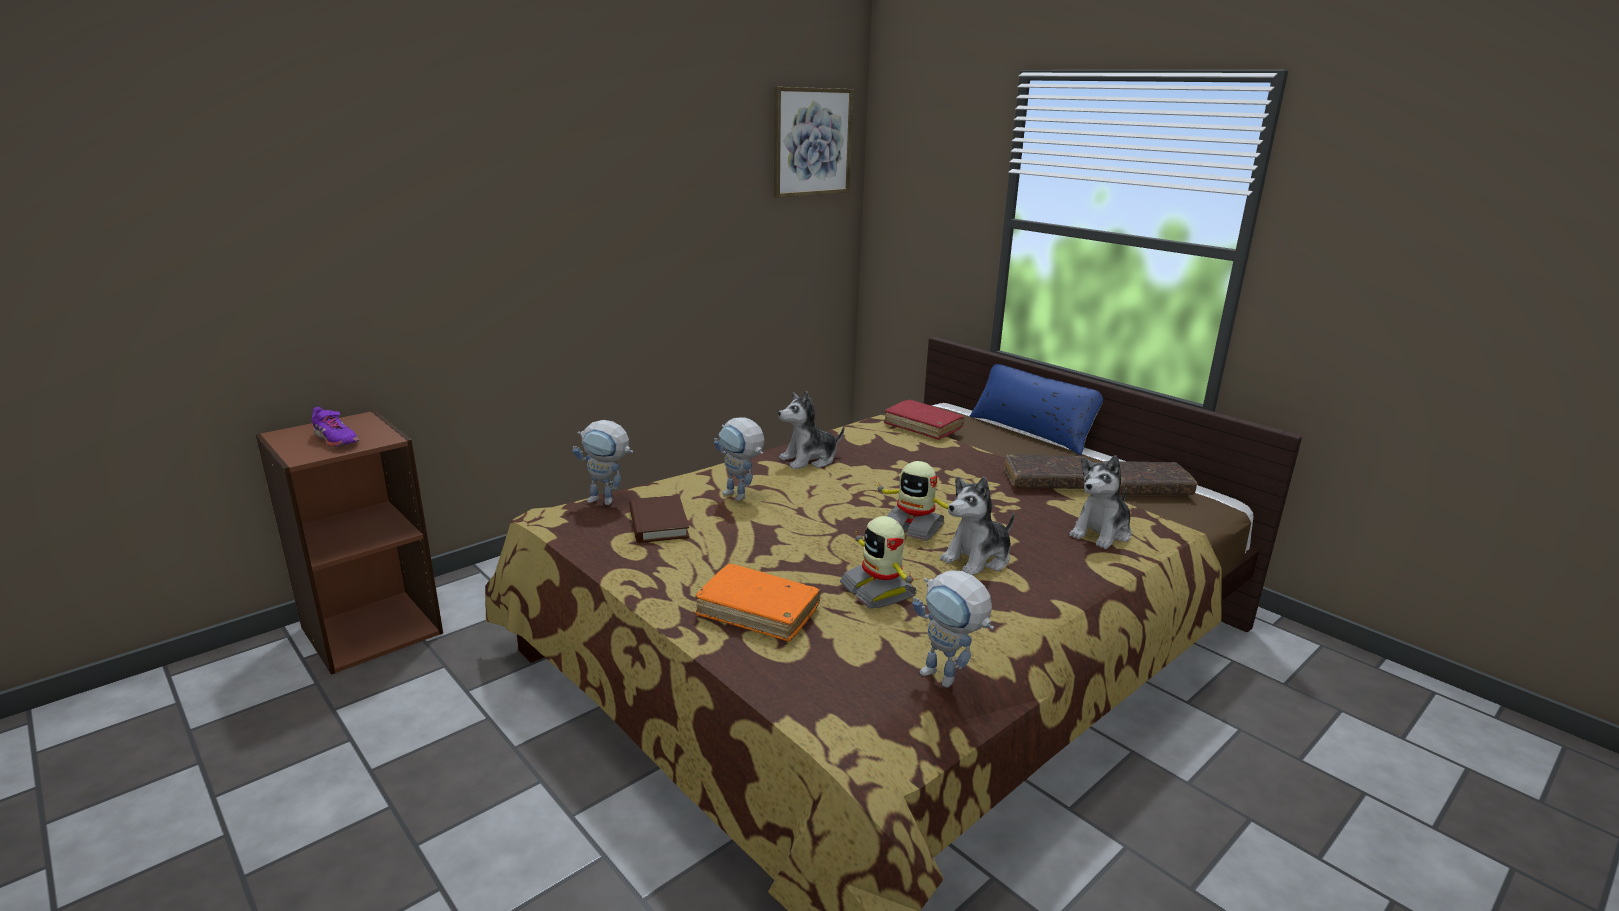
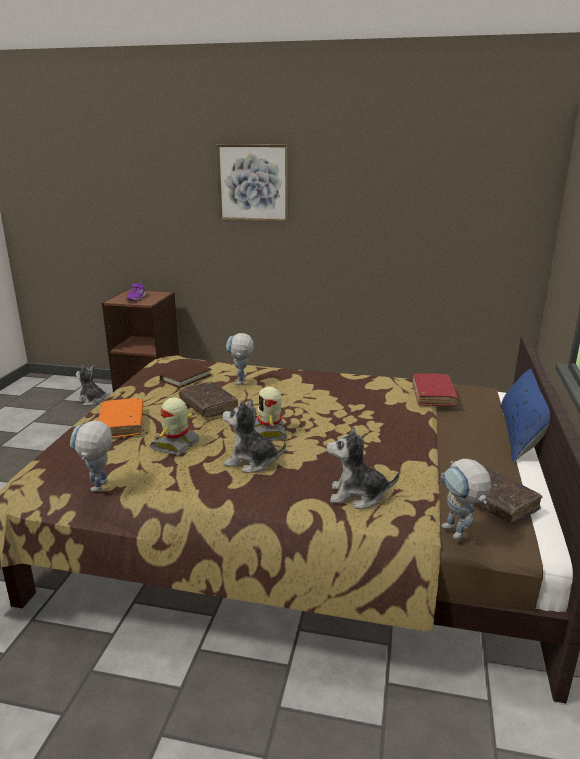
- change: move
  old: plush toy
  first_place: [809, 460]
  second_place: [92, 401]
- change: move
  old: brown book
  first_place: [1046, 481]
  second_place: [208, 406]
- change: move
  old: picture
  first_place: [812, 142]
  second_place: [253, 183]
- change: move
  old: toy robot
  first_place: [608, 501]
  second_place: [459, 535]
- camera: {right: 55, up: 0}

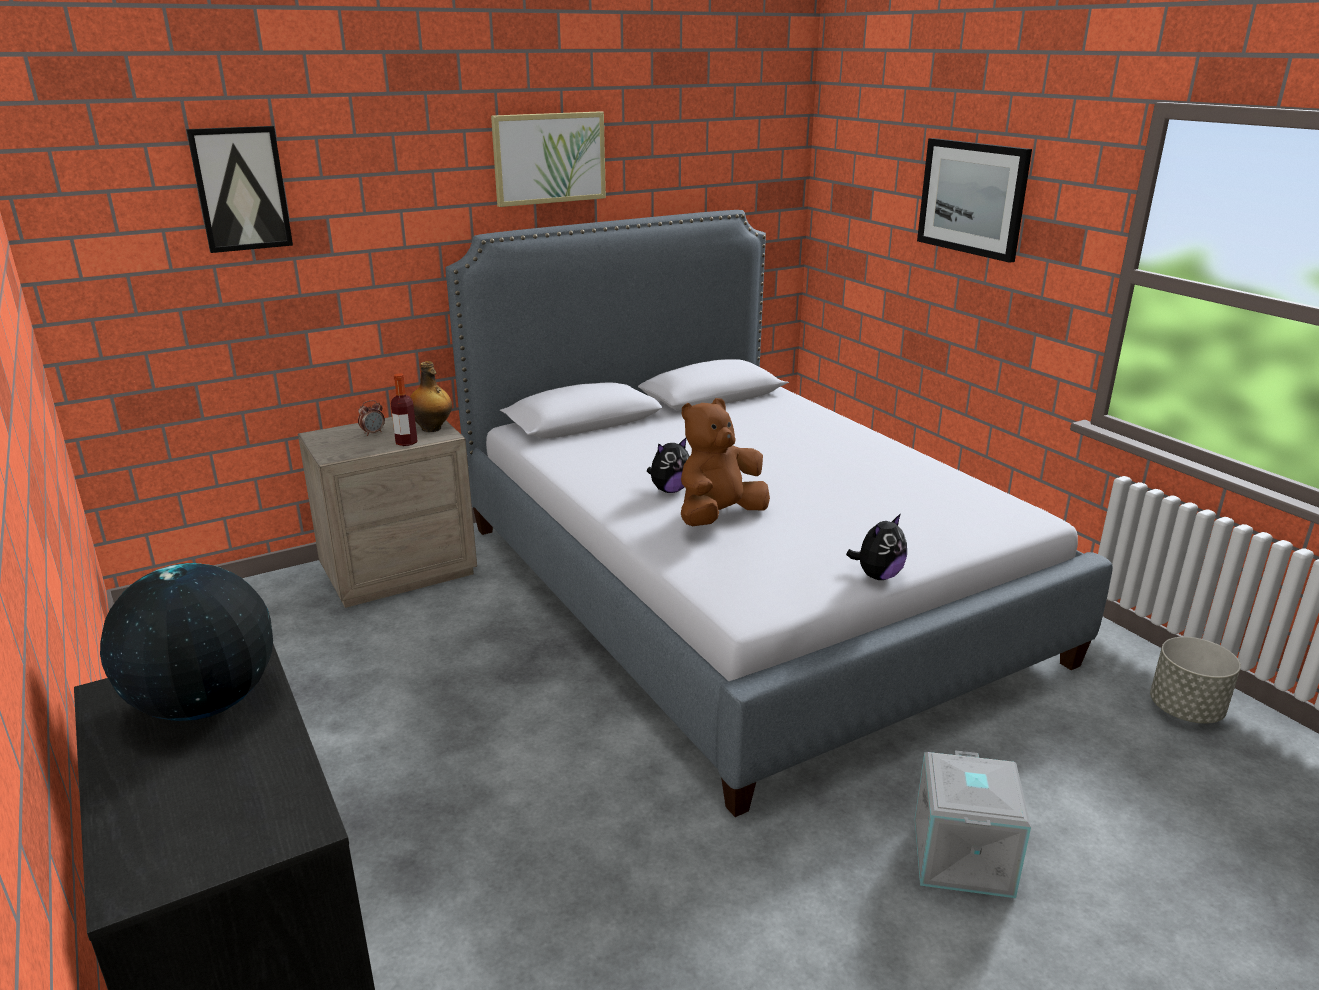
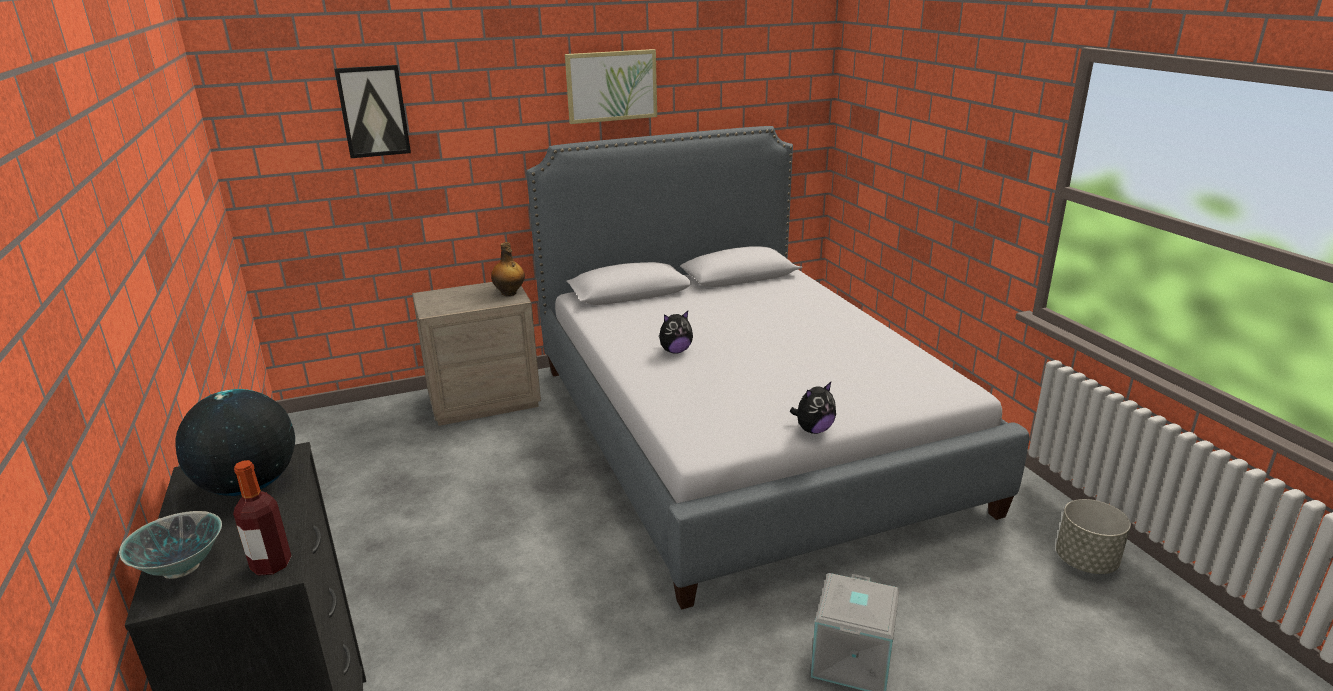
- change: insert
  new: bowl
  second_place: [182, 569]
- change: move
  old: bottle
  first_place: [406, 442]
  second_place: [271, 565]
- change: delete
  old: alarm clock
  first_place: [373, 433]
- change: delete
  old: brown plush toy
  first_place: [719, 517]
- change: delete
  old: picture
  first_place: [972, 198]
- camera: {right: 10, up: 0}

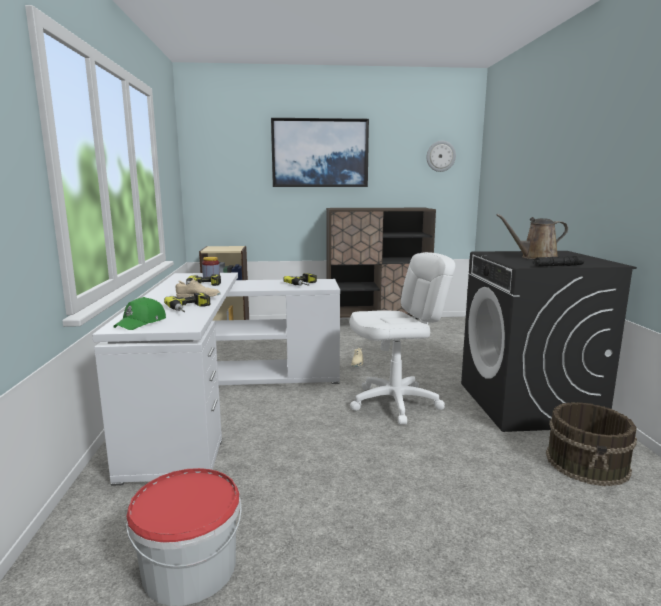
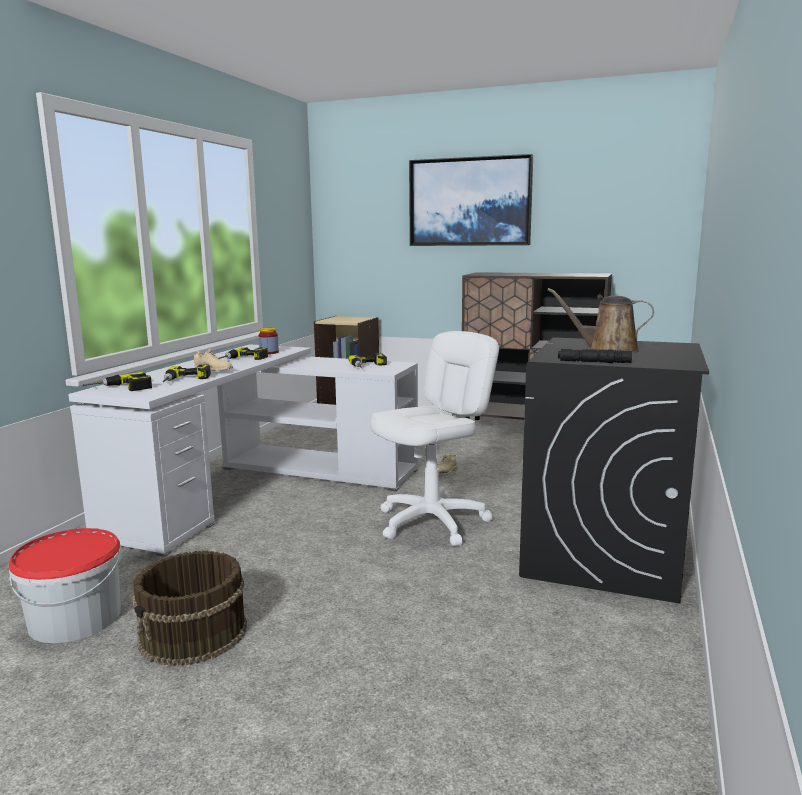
- change: replace
  old: green cap
  new: power drill
  first_place: [141, 323]
  second_place: [121, 388]
- change: move
  old: brown bucket
  first_place: [588, 463]
  second_place: [194, 634]
- change: rotate
  old: white office chair
  first_place: [395, 403]
  second_place: [432, 522]
  degrees: -45
- change: delete
  old: wall clock
  first_place: [440, 156]
- camera: {right: 25, up: 0}

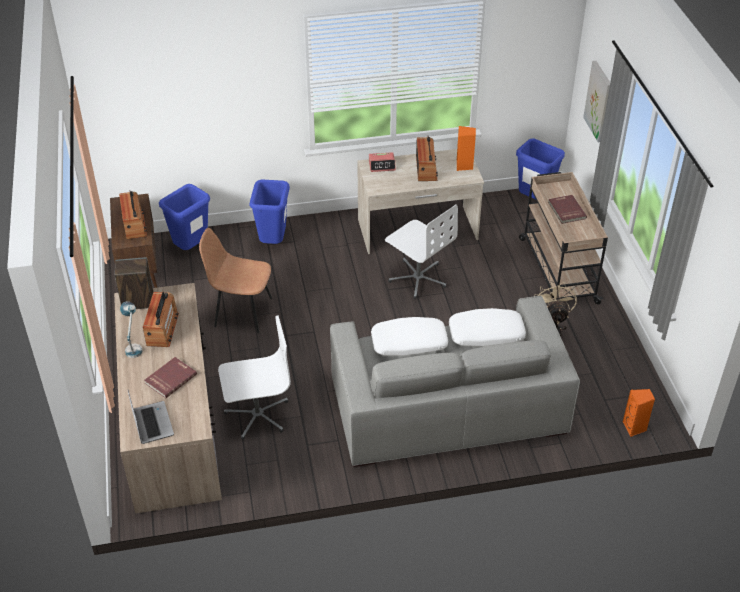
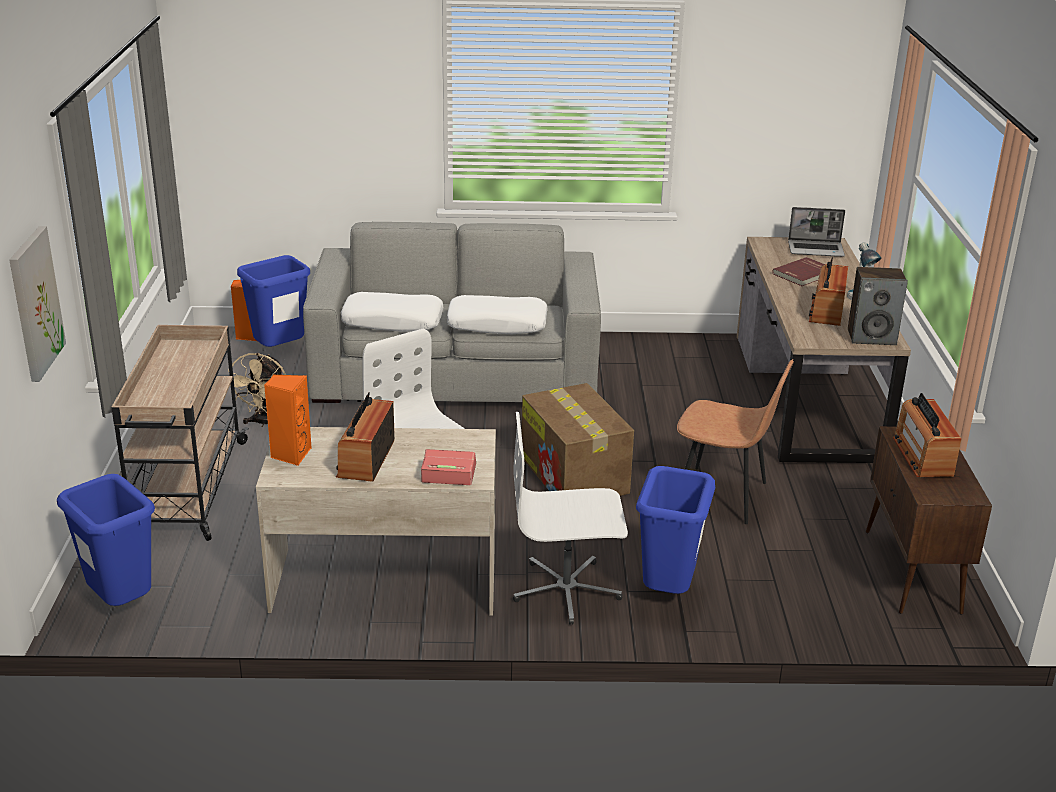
- change: move
  old: blue trash can
  first_place: [191, 248]
  second_place: [279, 352]
- change: move
  old: white office chair
  first_place: [257, 415]
  second_place: [567, 590]
- change: insert
  new: cardboard box
  second_place: [575, 475]
- change: rotate
  old: laptop
  first_place: [151, 423]
  second_place: [816, 249]
  degrees: -75
- change: delete
  old: red book
  first_place: [566, 210]
- camera: {right: -170, up: -15}

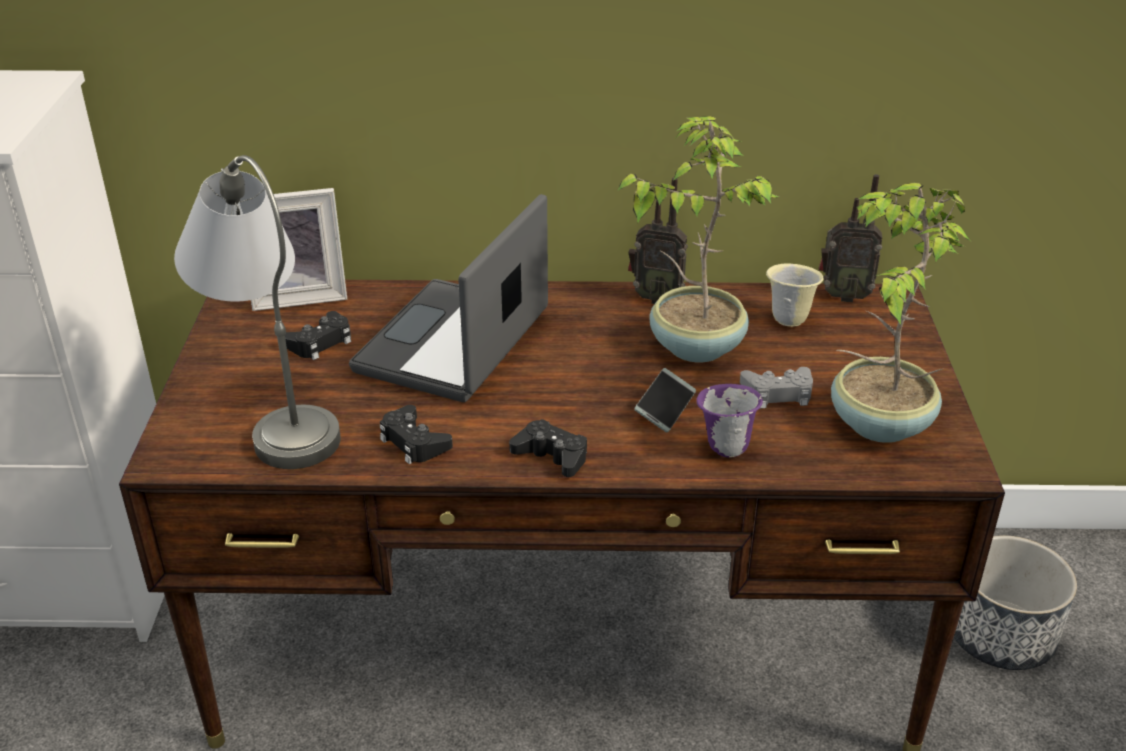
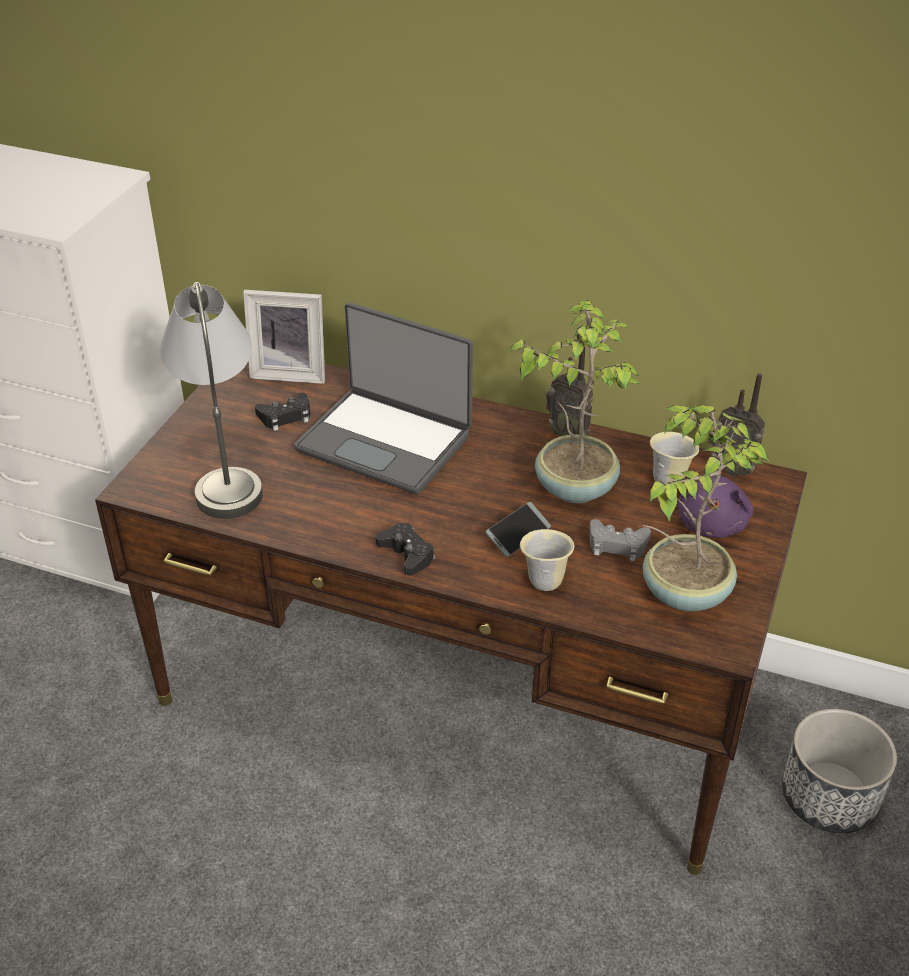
- change: rotate
  old: laptop
  first_place: [455, 344]
  second_place: [386, 441]
  degrees: -105
- change: recolor
  old: purple mug
  new: beige mug
  first_place: [724, 447]
  second_place: [544, 581]
- change: insert
  new: purple plush toy
  second_place: [712, 523]
- change: delete
  old: black game controller
  first_place: [414, 442]
- camera: {right: 20, up: 5}

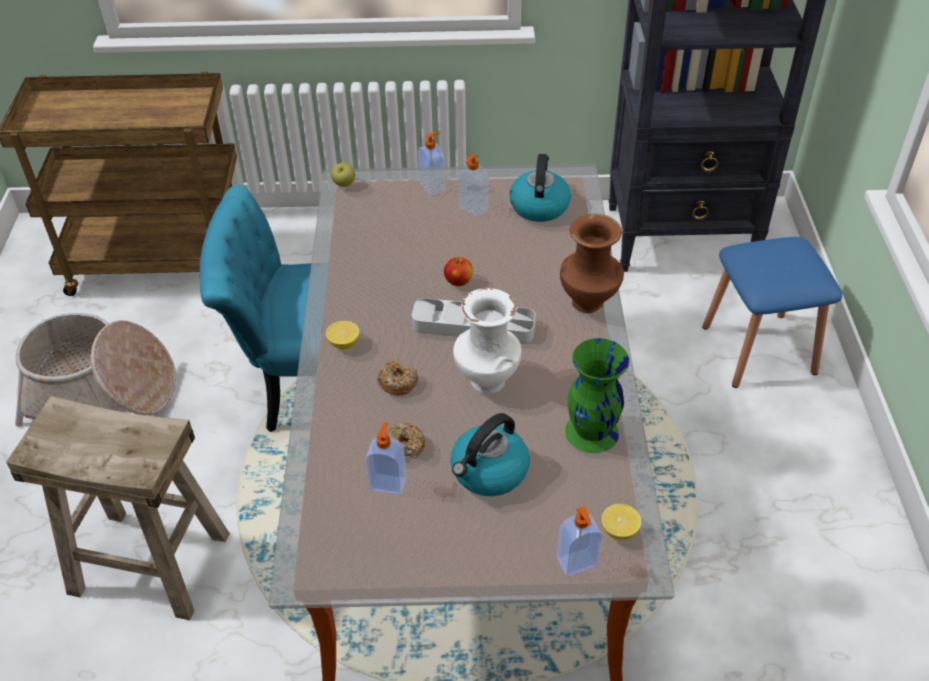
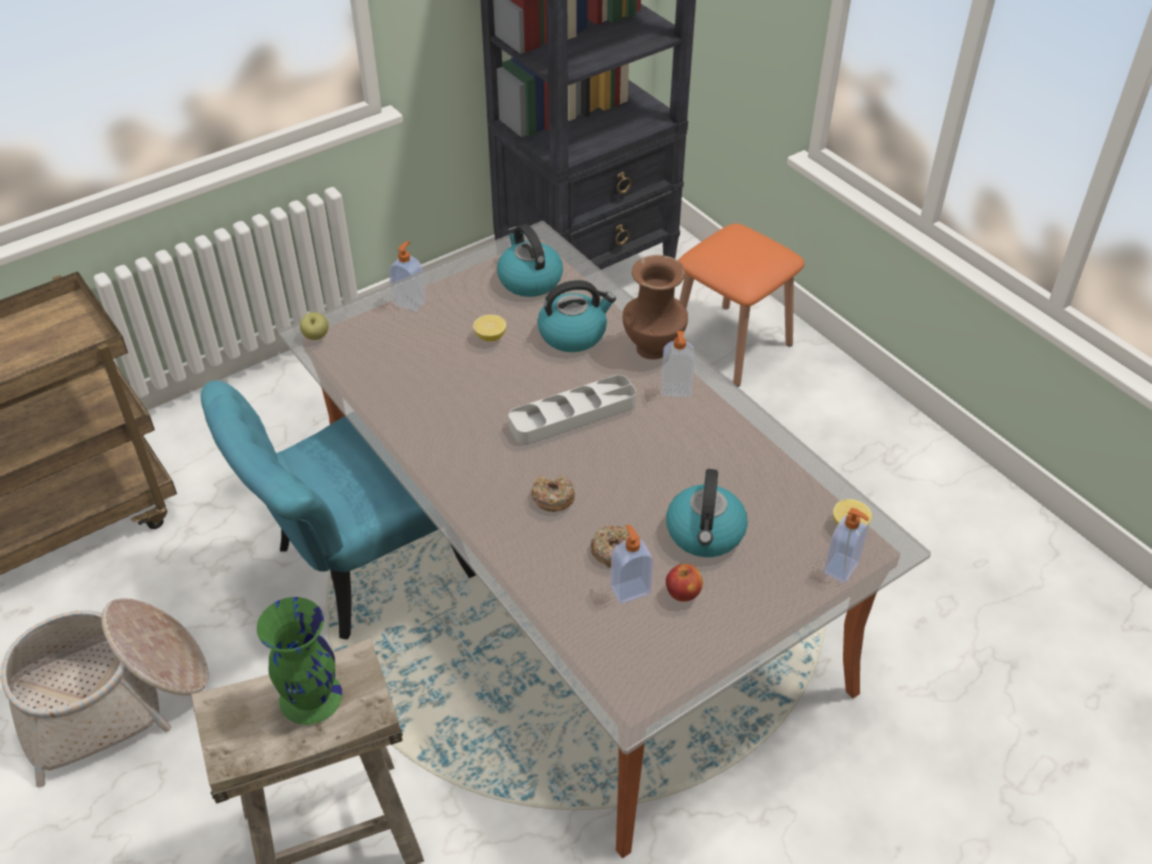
- change: move
  old: green vase
  first_place: [591, 433]
  second_place: [311, 698]
- change: move
  old: lemon
  first_place: [344, 343]
  second_place: [490, 337]
- change: insert
  new: kettle
  second_place: [573, 334]
- change: move
  old: soap dispenser
  first_place: [472, 208]
  second_place: [676, 391]
- change: move
  old: apple
  first_place: [458, 281]
  second_place: [683, 593]
- change: recolor
  old: blue stool
  new: orange stool
  first_place: [758, 349]
  second_place: [731, 344]
- change: delete
  old: white vase
  first_place: [486, 380]
- camera: {right: -35, up: 0}

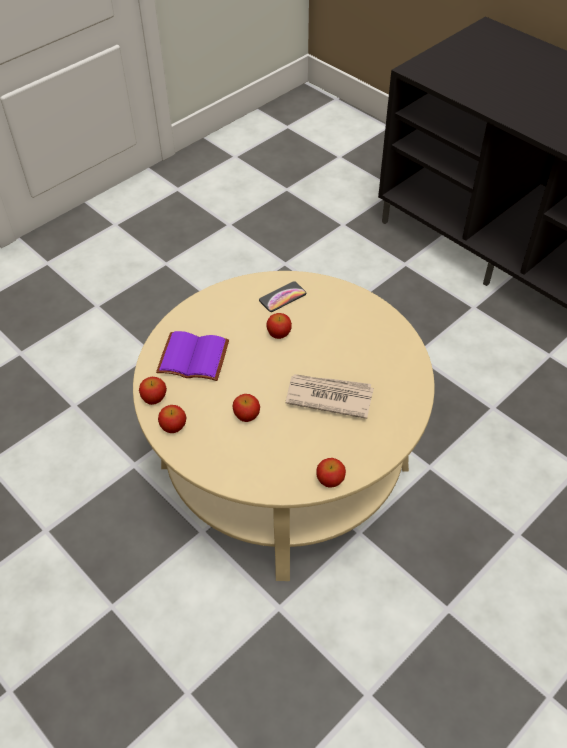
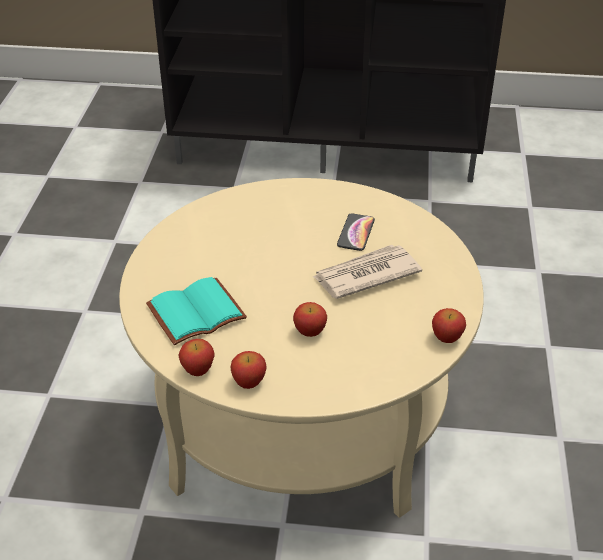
- change: recolor
  old: purple book
  new: turquoise book
  first_place: [195, 356]
  second_place: [196, 311]
- change: move
  old: phone
  first_place: [282, 297]
  second_place: [356, 233]
- change: delete
  old: apple
  first_place: [279, 334]
- camera: {right: -40, up: -10}

